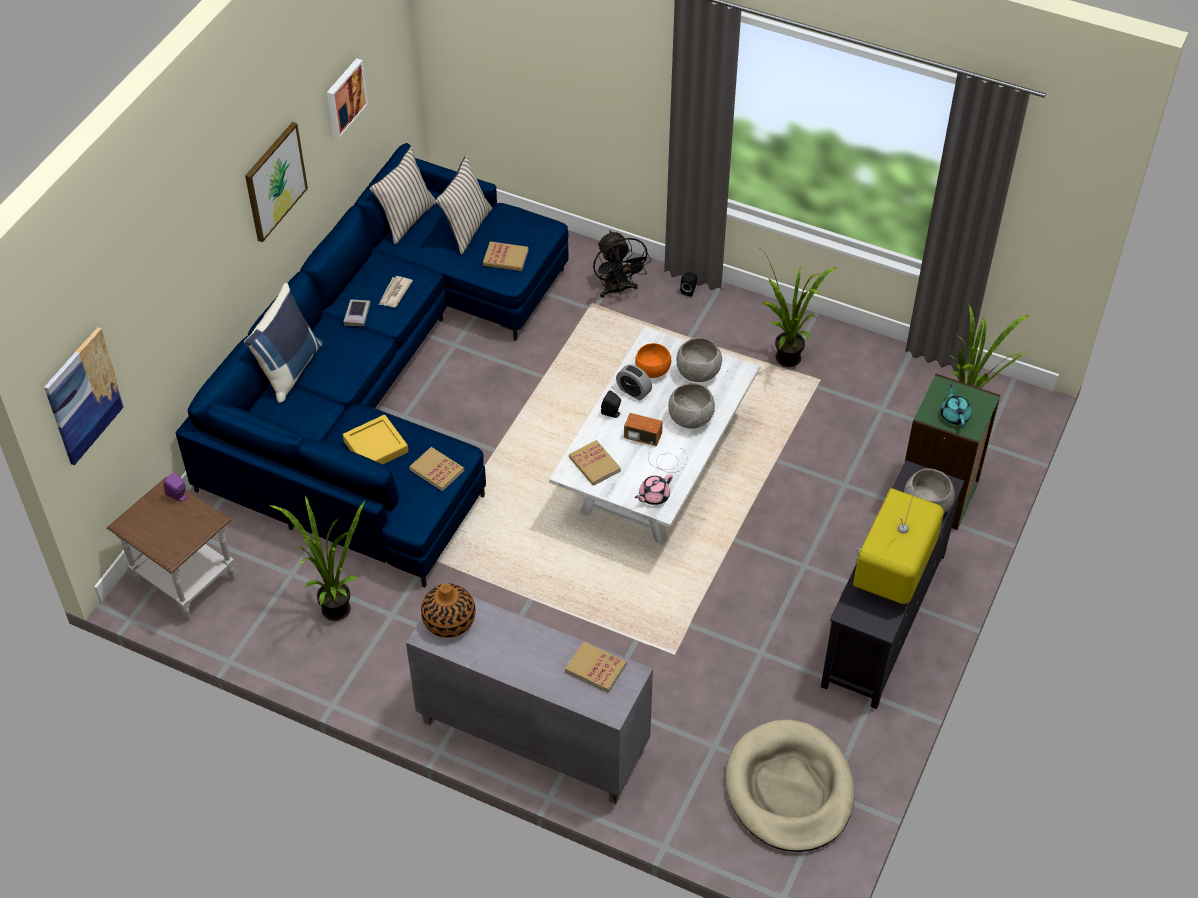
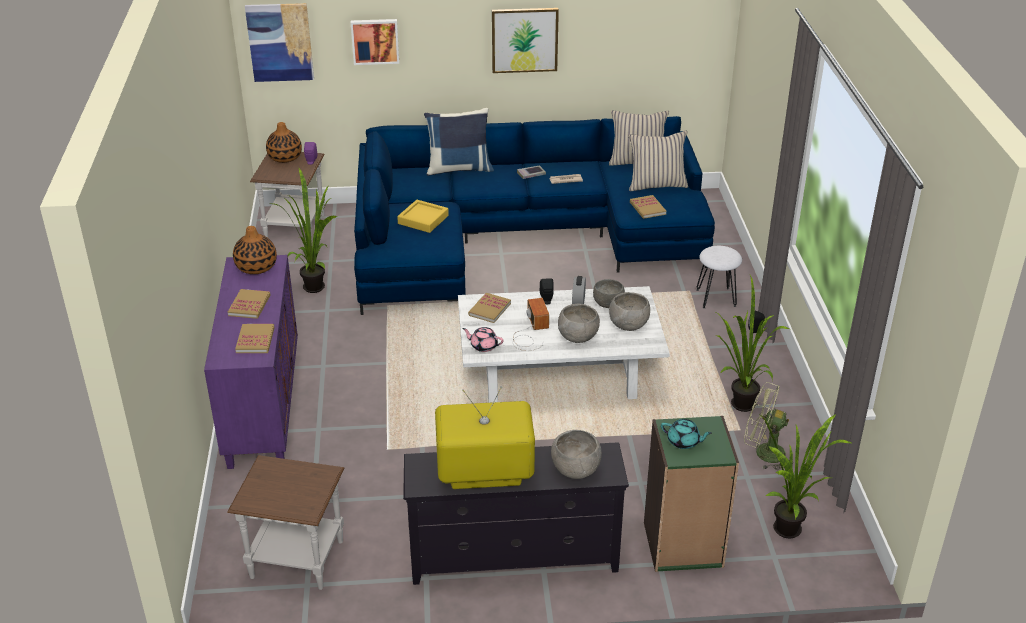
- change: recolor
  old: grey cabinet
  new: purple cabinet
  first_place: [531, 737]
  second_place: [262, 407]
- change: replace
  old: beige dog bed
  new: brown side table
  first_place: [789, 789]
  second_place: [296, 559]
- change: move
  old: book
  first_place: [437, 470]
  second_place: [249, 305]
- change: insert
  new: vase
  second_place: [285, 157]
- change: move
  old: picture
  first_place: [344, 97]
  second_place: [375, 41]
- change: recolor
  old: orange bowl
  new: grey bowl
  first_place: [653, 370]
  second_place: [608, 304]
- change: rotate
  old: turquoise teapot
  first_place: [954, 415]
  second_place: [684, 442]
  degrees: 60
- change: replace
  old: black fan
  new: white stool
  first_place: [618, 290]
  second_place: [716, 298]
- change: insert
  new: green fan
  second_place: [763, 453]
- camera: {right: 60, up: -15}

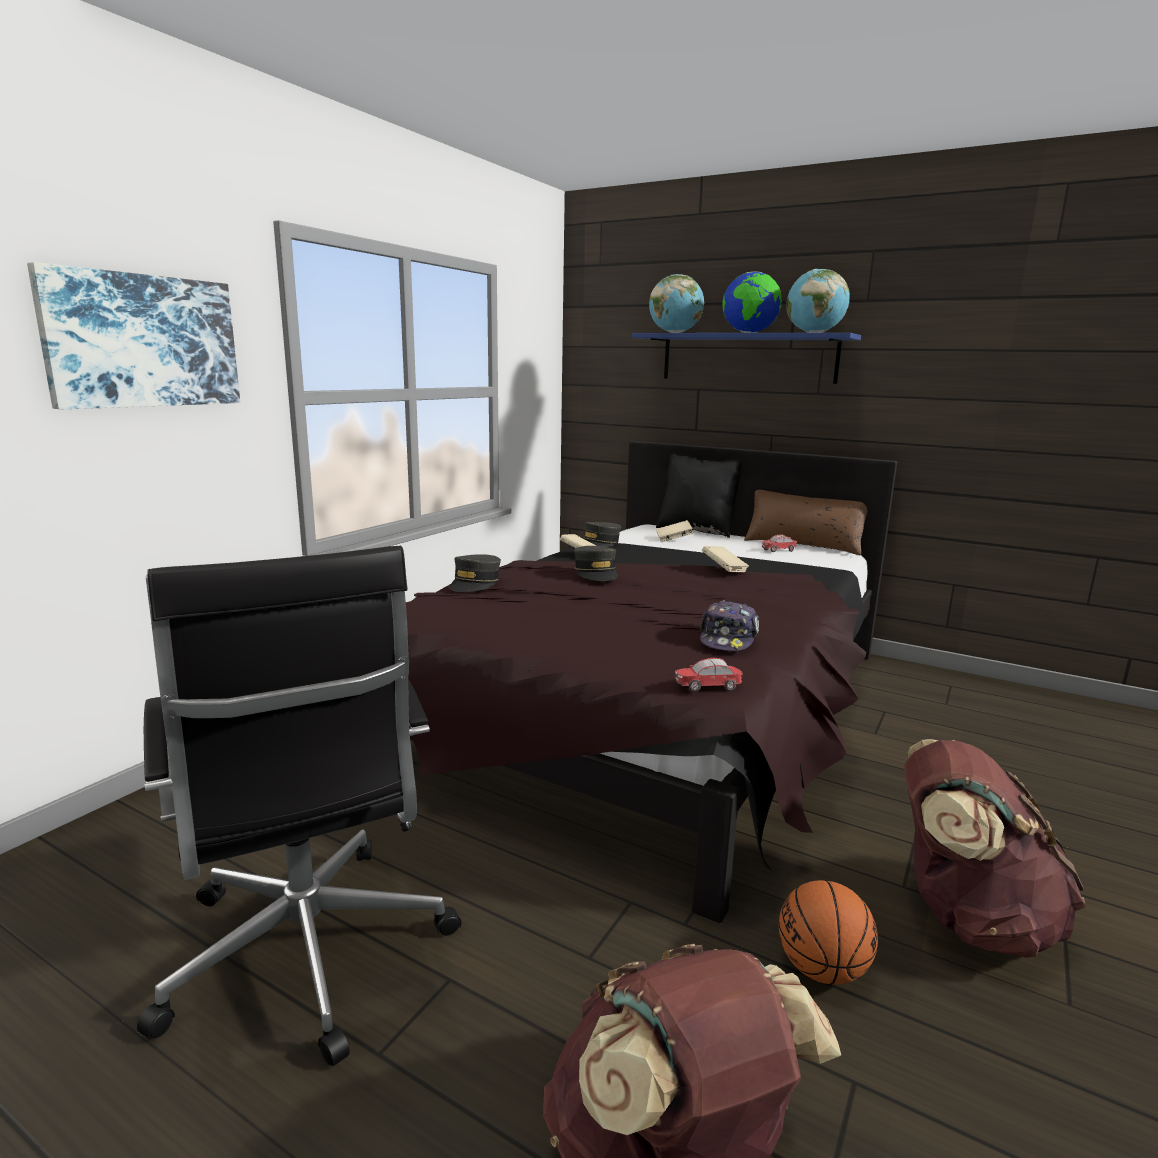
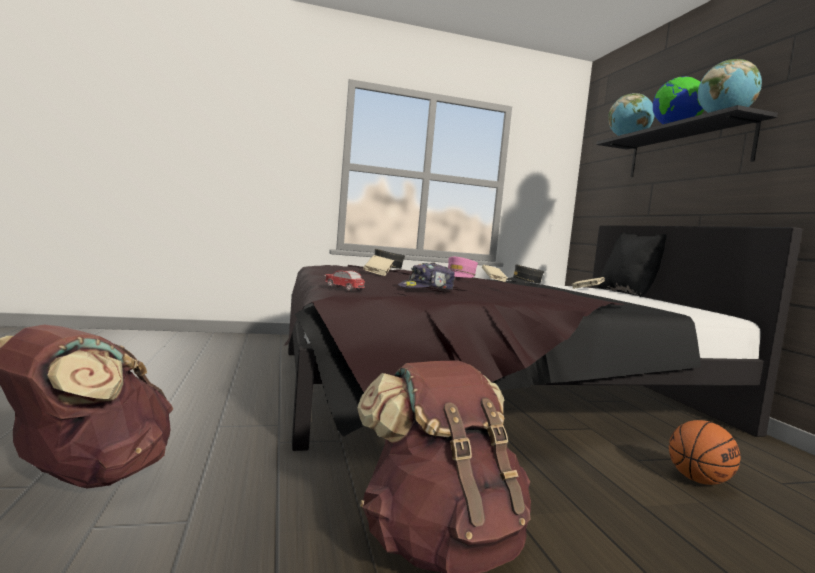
- change: move
  old: beige book
  first_place: [724, 569]
  second_place: [378, 274]
- change: recolor
  old: grey cap
  new: pink cap
  first_place: [596, 573]
  second_place: [460, 276]
- change: recolor
  old: blue shelf
  new: black shelf
  first_place: [747, 358]
  second_place: [686, 151]
- change: move
  old: basketball
  first_place: [822, 969]
  second_place: [699, 480]
- change: delete
  old: picture
  first_place: [142, 341]
- change: delete
  old: black office chair
  first_place: [308, 955]
- change: delete
  old: brown pillow
  first_place: [803, 545]
- change: delete
  old: toy car
  first_place: [779, 551]
- camera: {right: 45, up: -10}

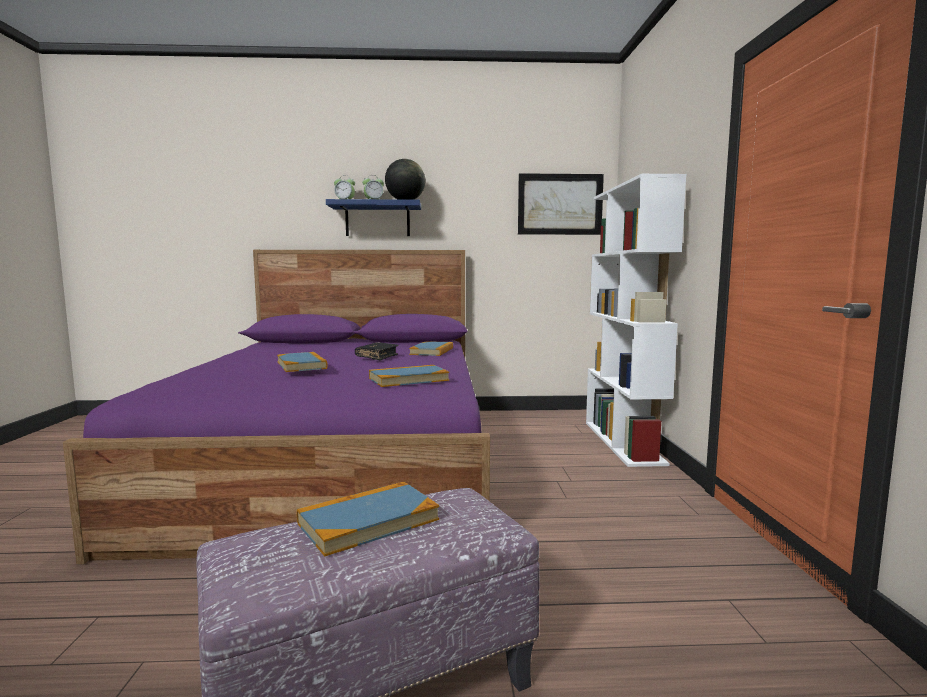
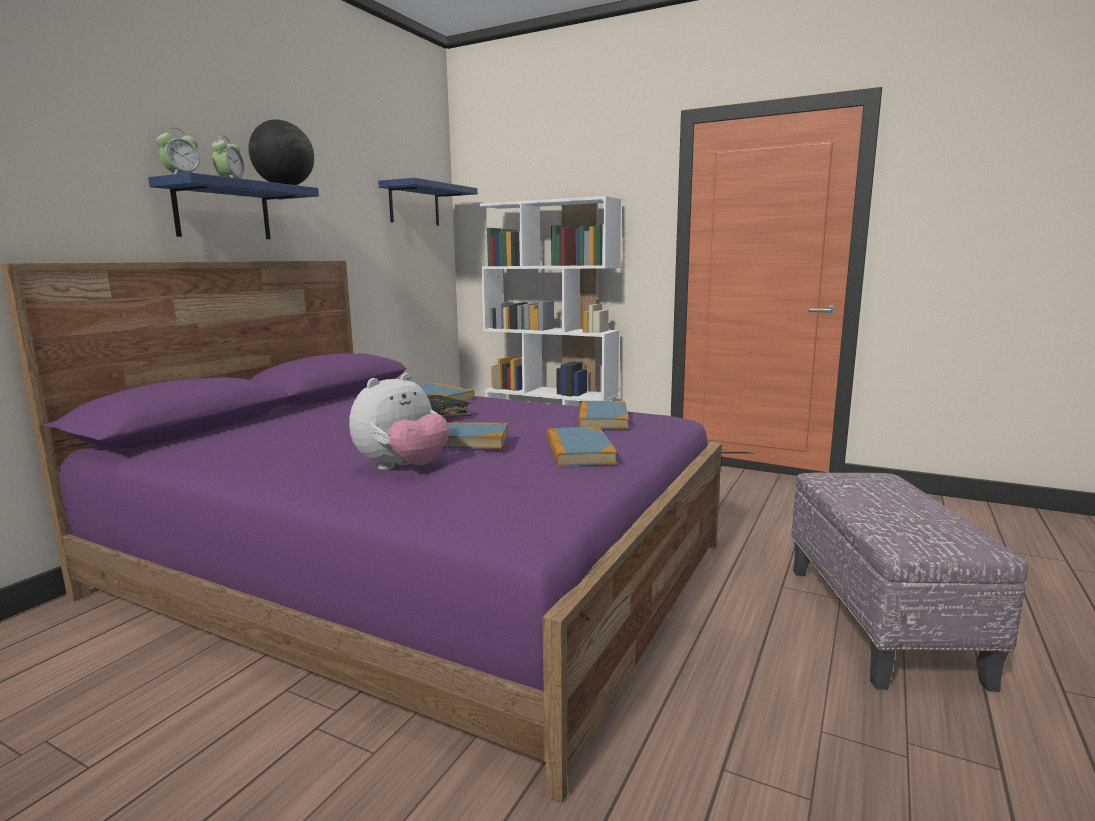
- change: insert
  new: plush toy
  second_place: [402, 468]
- change: replace
  old: picture
  new: blue shelf
  first_place: [560, 204]
  second_place: [414, 205]
- change: move
  old: book
  first_place: [368, 521]
  second_place: [579, 451]
- camera: {right: -60, up: 5}

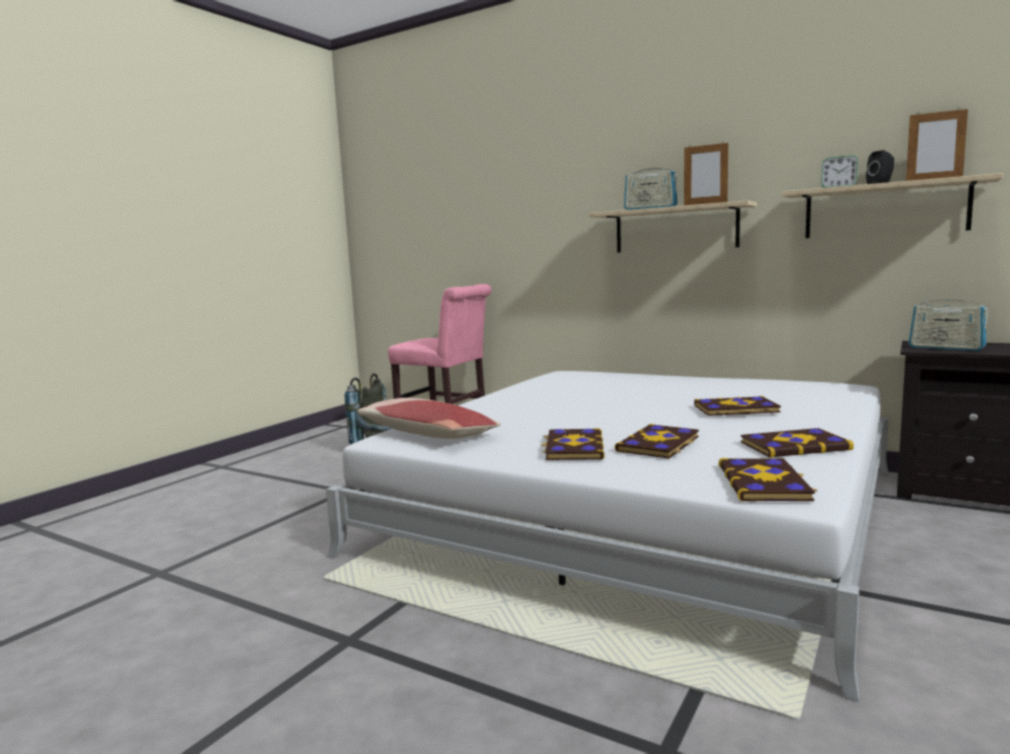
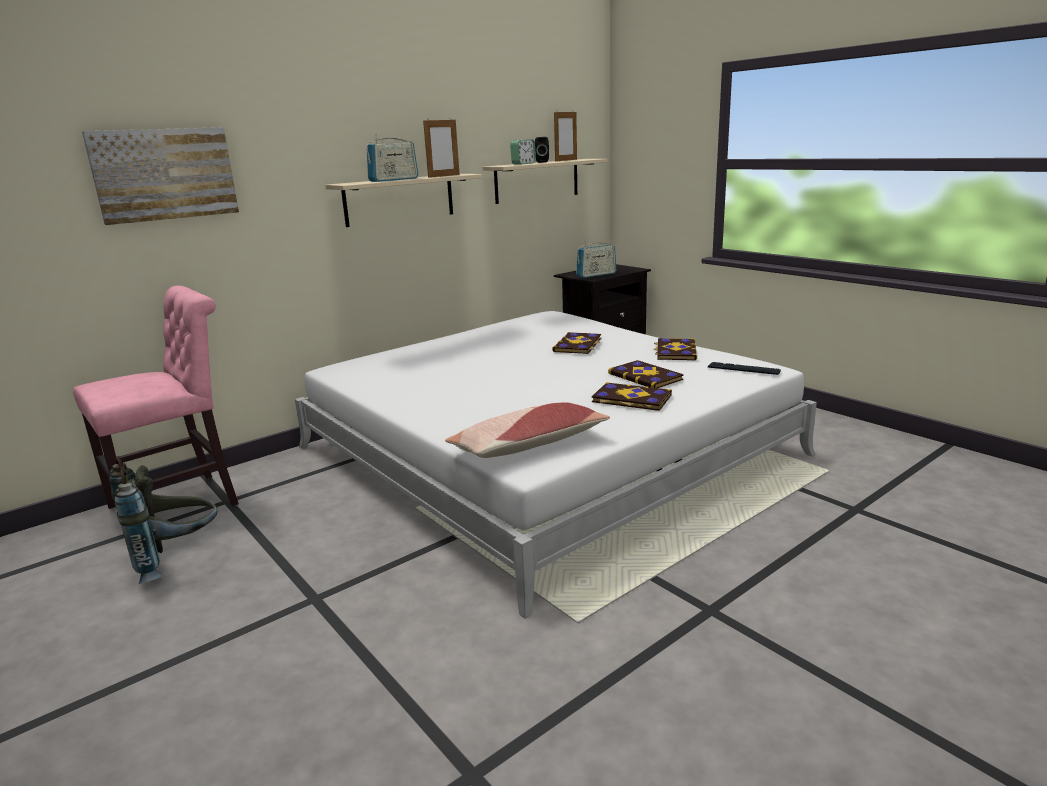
- change: insert
  new: picture
  second_place: [164, 174]
- change: replace
  old: book
  new: keyboard
  first_place: [765, 483]
  second_place: [743, 370]
- camera: {right: -70, up: 10}

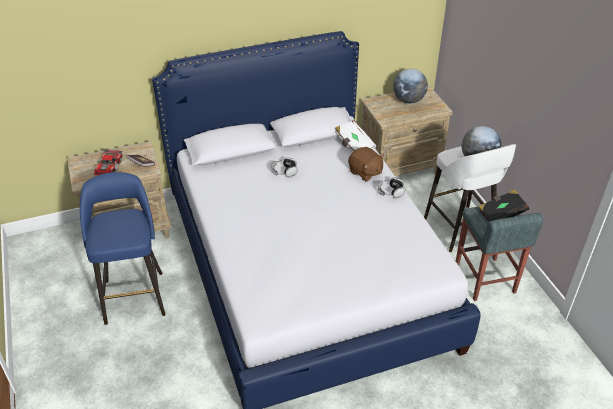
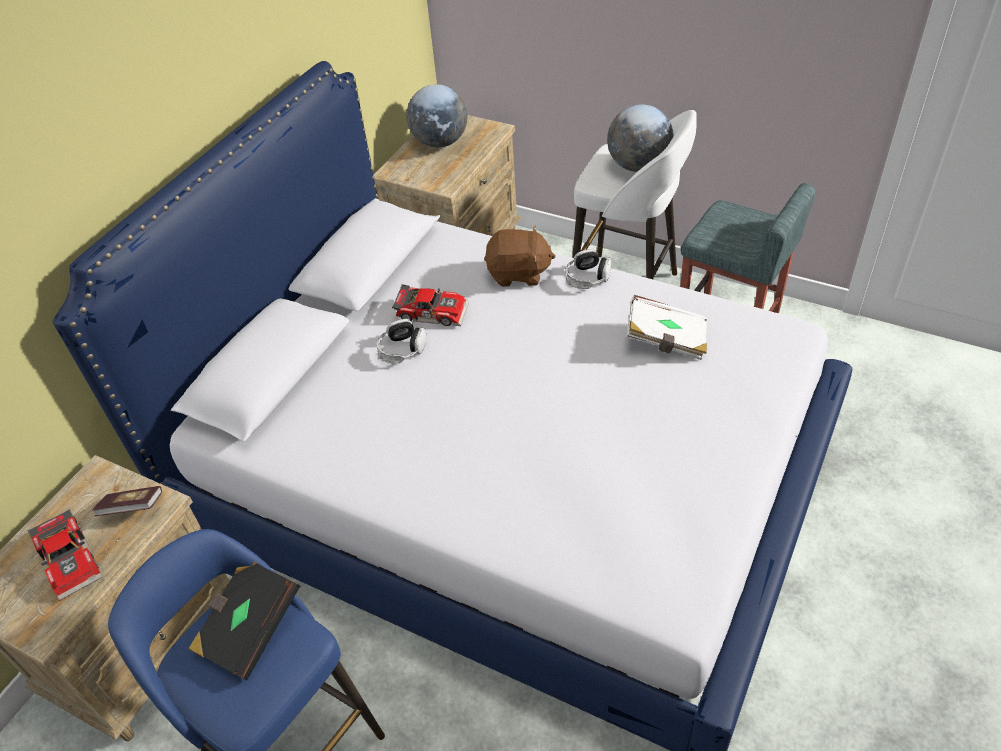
- change: move
  old: black book
  first_place: [501, 214]
  second_place: [249, 627]
- change: insert
  new: toy car
  second_place: [432, 311]
- change: move
  old: white book
  first_place: [354, 145]
  second_place: [666, 340]
- camera: {right: -40, up: 5}

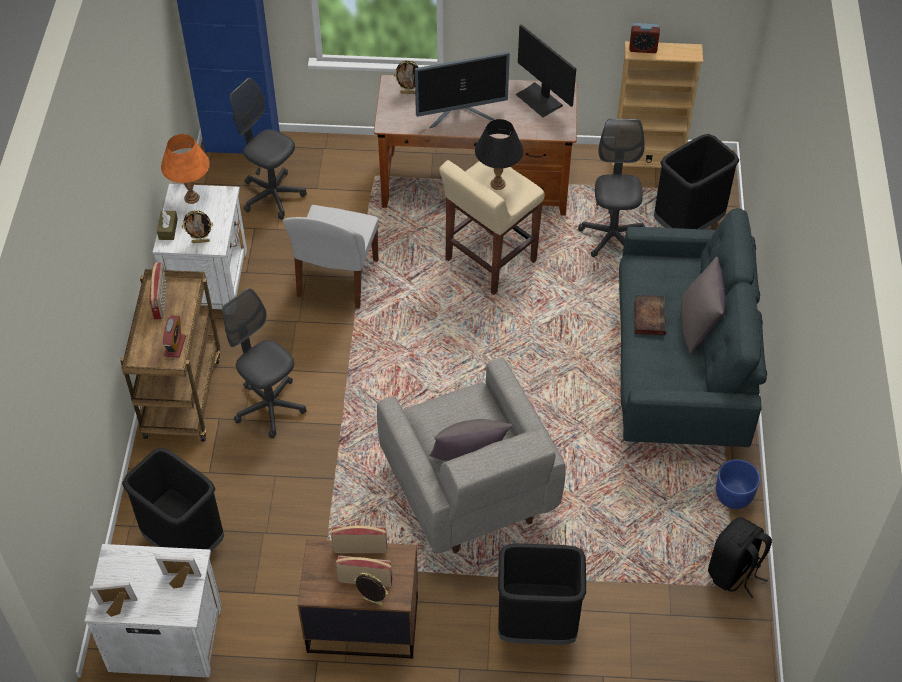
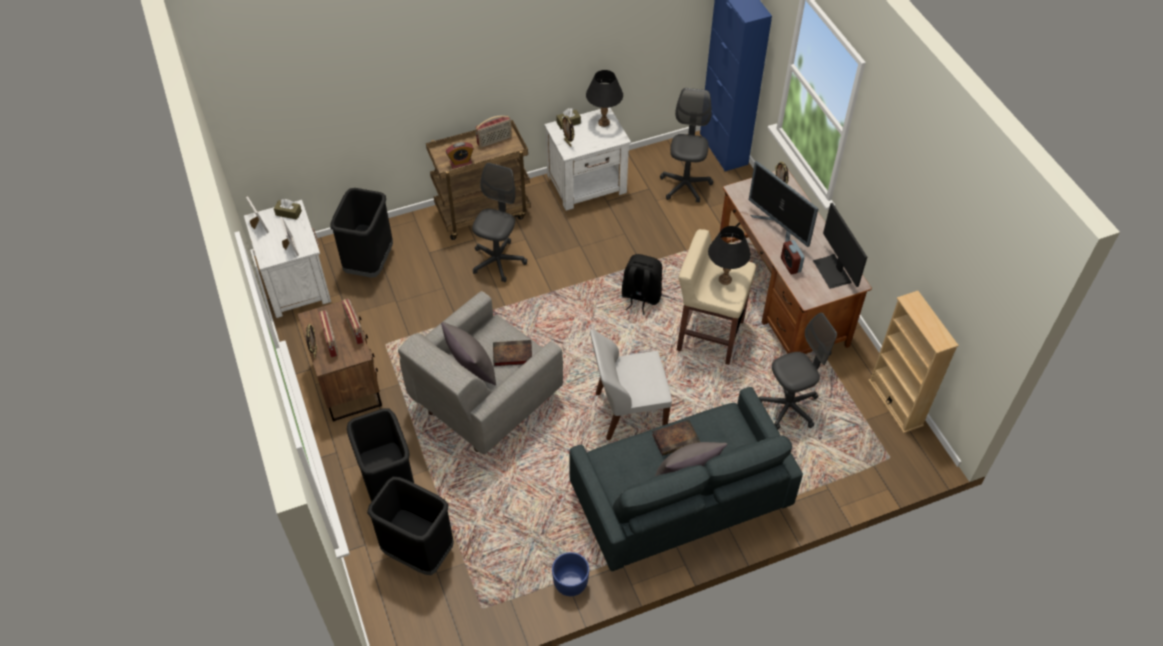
- change: insert
  new: brown tissue box
  second_place: [288, 213]
- change: move
  old: black trash can
  first_place: [687, 225]
  second_place: [418, 552]
- change: insert
  new: book
  second_place: [511, 355]
- change: recolor
  old: orange table lamp
  new: black table lamp
  first_place: [192, 198]
  second_place: [604, 122]
- change: move
  old: white chair
  first_place: [336, 280]
  second_place: [628, 412]
- change: move
  old: black backpack
  first_place: [734, 572]
  second_place: [640, 297]
- change: move
  old: alarm clock
  first_place: [643, 48]
  second_place: [790, 265]
- change: rotate
  old: monitor
  first_place: [540, 99]
  second_place: [833, 271]
  degrees: -45
- camera: {right: 65, up: 0}

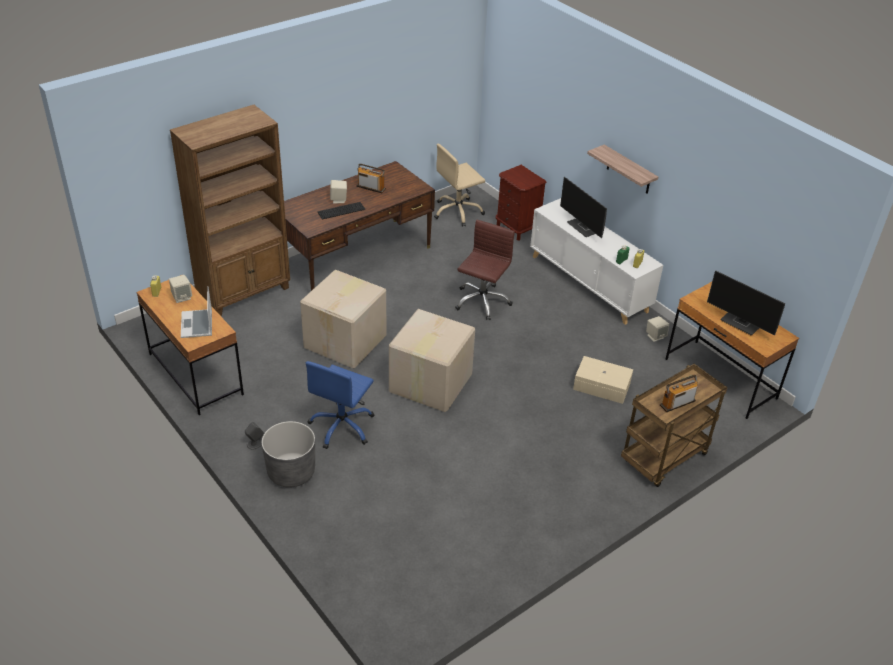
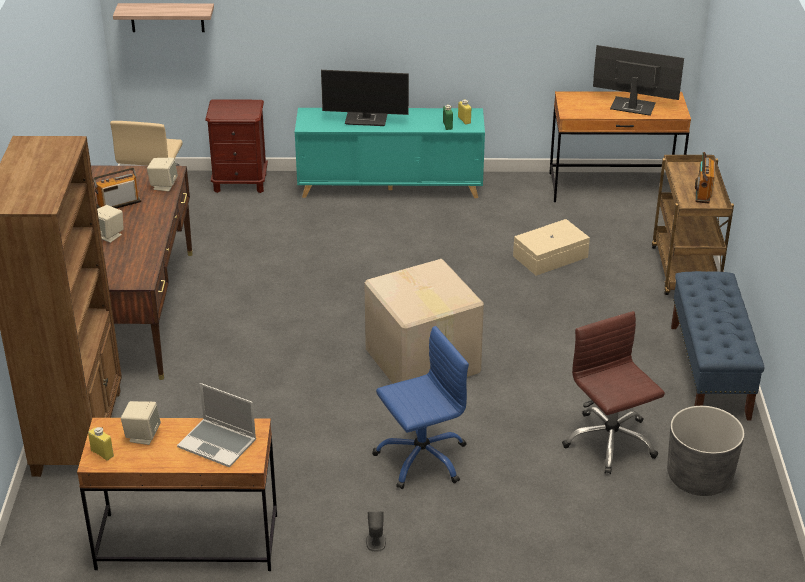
- change: move
  old: shelf
  first_place: [628, 170]
  second_place: [167, 17]
- change: move
  old: beige speaker
  first_place: [655, 336]
  second_place: [163, 185]
- change: recolor
  old: white cabinet
  new: turquoise cabinet
  first_place: [589, 284]
  second_place: [391, 186]
- change: rotate
  old: blue office chair
  first_place: [342, 426]
  second_place: [421, 458]
  degrees: -90
- change: move
  old: brown office chair
  first_place: [482, 301]
  second_place: [609, 442]
- change: rotate
  old: monitor
  first_place: [741, 323]
  second_place: [631, 107]
  degrees: -150
- change: move
  old: grey planter
  first_place: [291, 472]
  second_place: [699, 477]
- change: insert
  new: blue bench
  second_place: [709, 372]
- change: delete
  old: cardboard box
  first_place: [346, 341]
- change: delete
  old: keyboard
  first_place: [341, 210]
- camera: {right: -50, up: -5}

